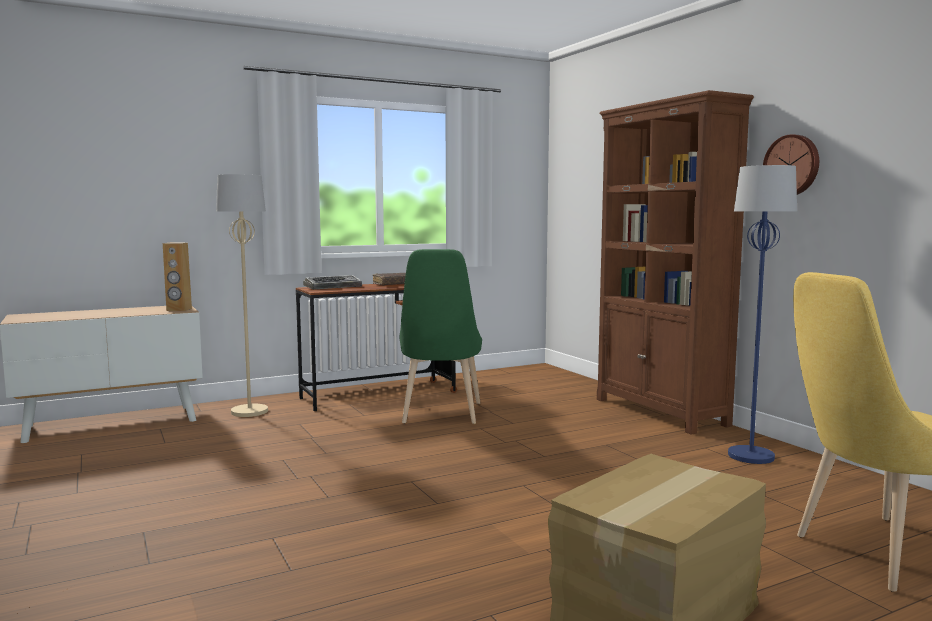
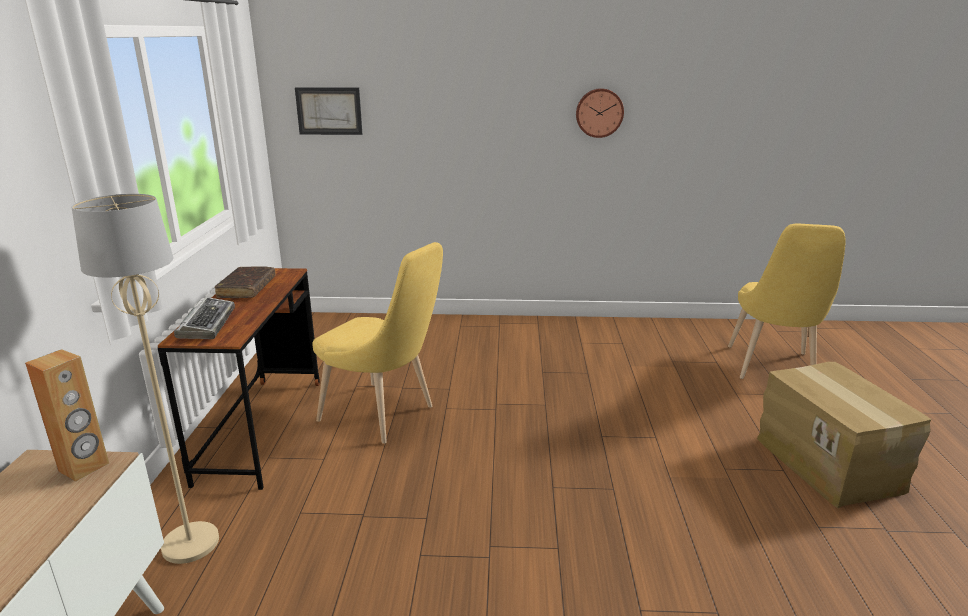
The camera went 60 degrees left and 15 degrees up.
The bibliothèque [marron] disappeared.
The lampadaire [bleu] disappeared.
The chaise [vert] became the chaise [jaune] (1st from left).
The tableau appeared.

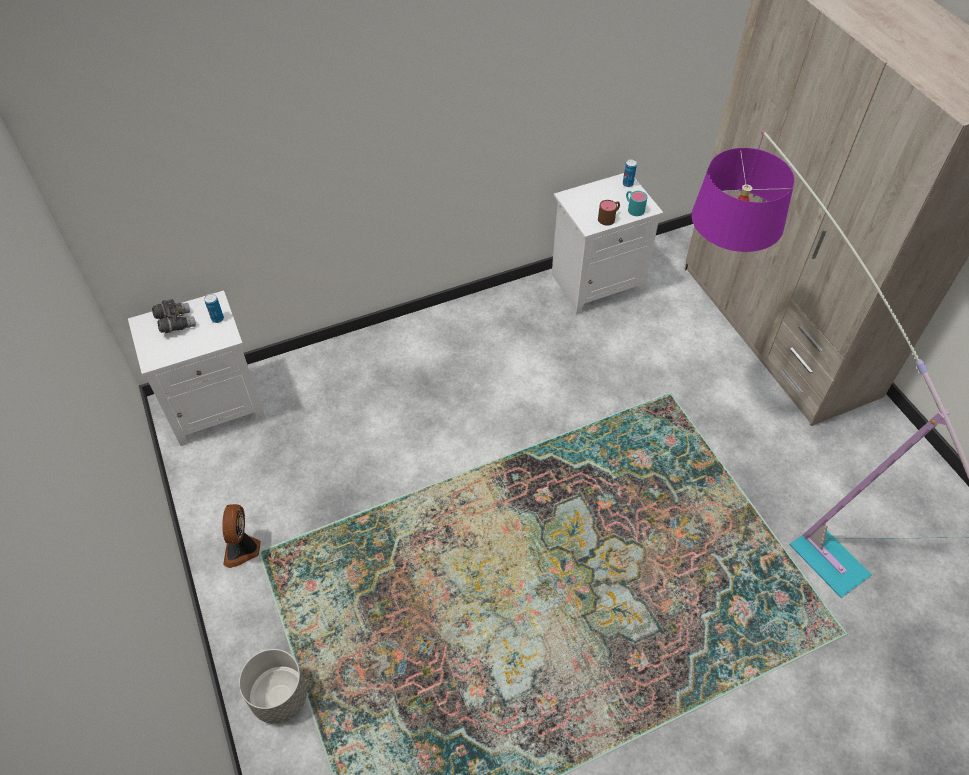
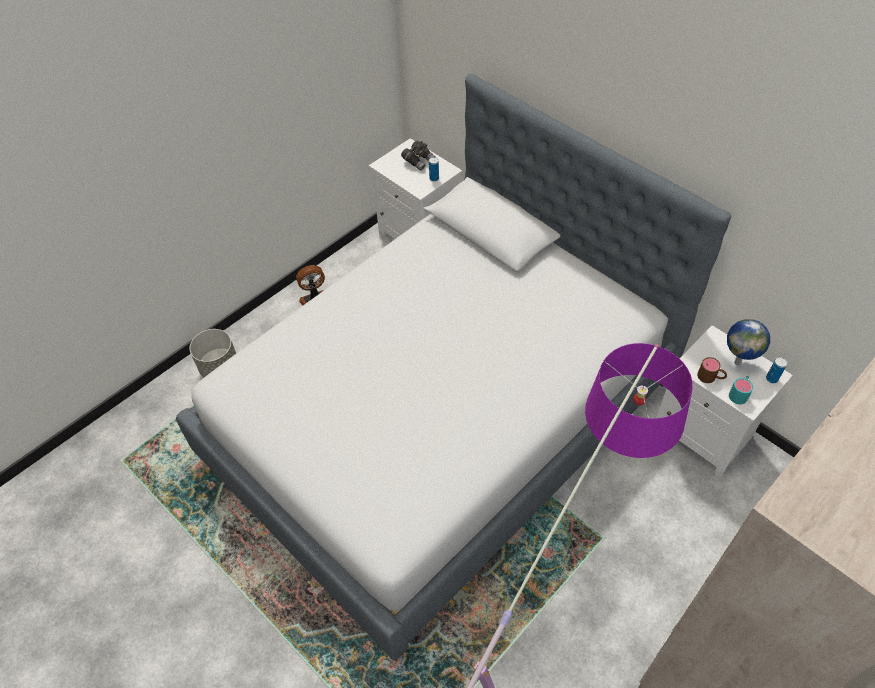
The camera went 70 degrees right and 0 degrees up.
The lit appeared.
The globe appeared.

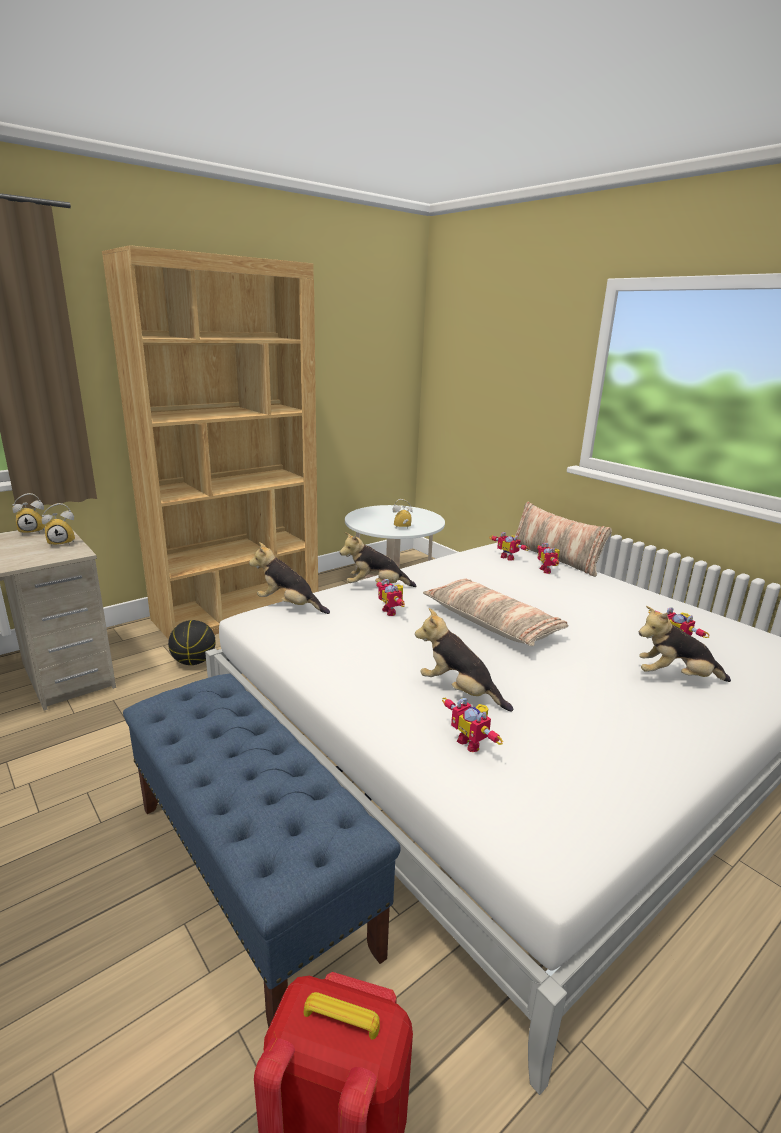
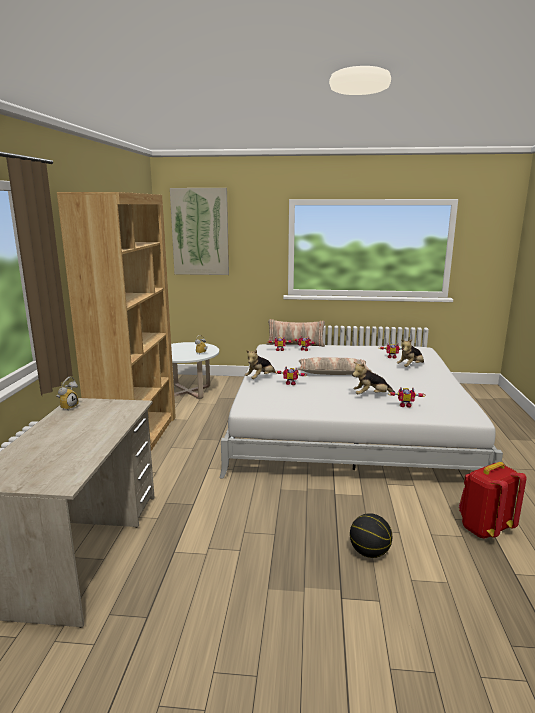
The camera went 45 degrees left and 5 degrees down.
The réveil (2nd from left) disappeared.
The peluche (1st from left) disappeared.
The ballon de basket moved.
The banc [bleu] disappeared.
The tableau appeared.

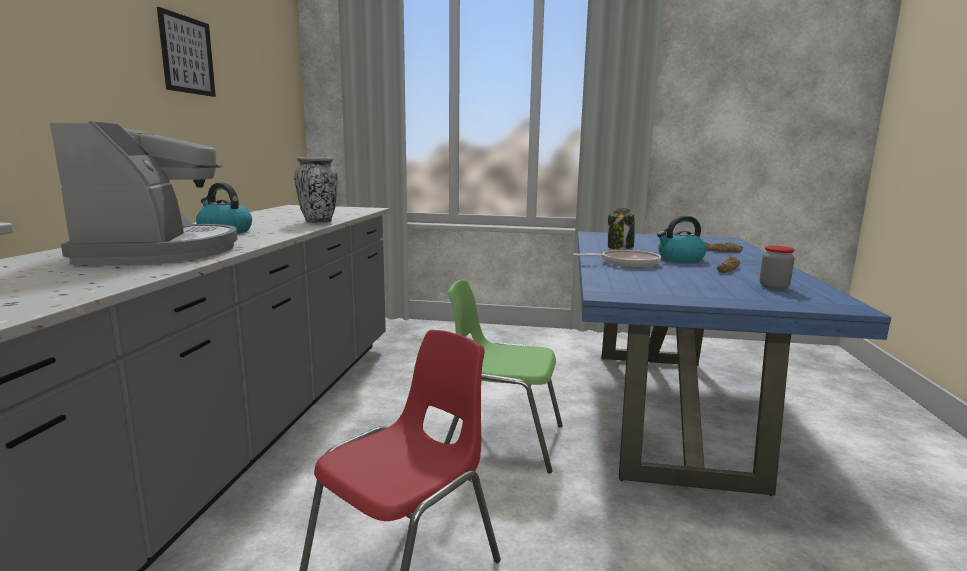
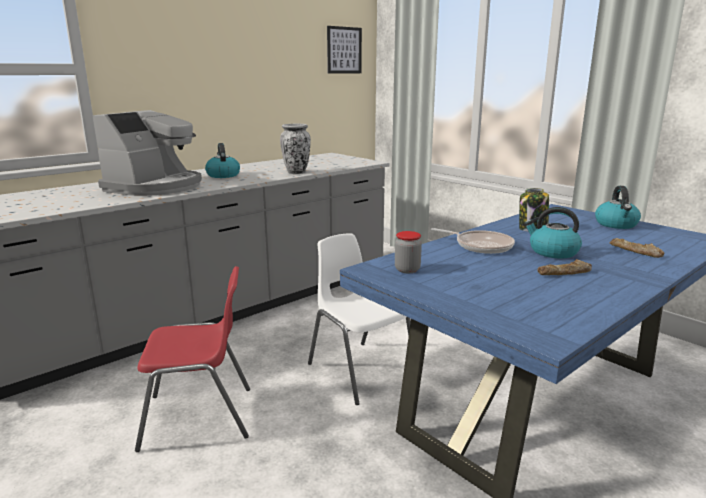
The camera went 40 degrees right and 5 degrees up.
The tableau moved.
The bocal (2nd from left in the first image) moved.
The chaise [vert] became the chaise [blanc].
The bouilloire (3rd from left) appeared.

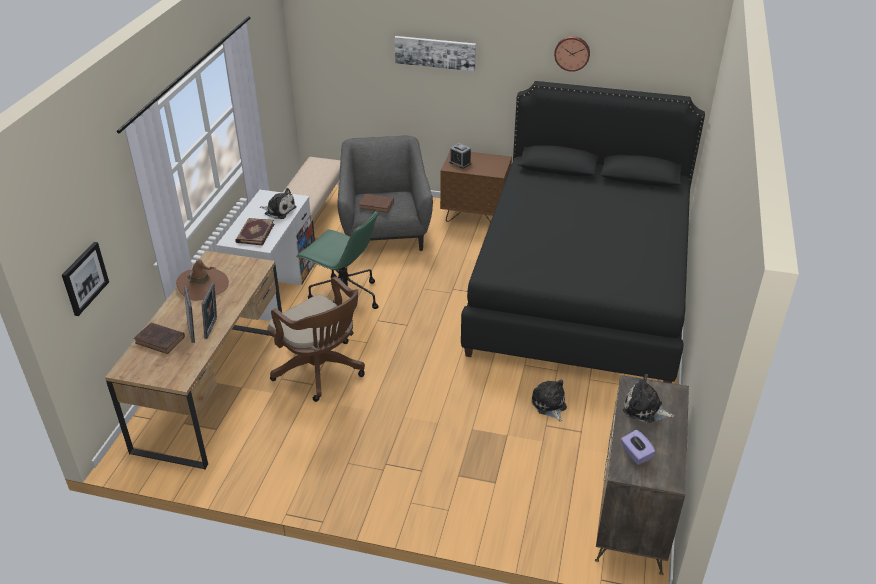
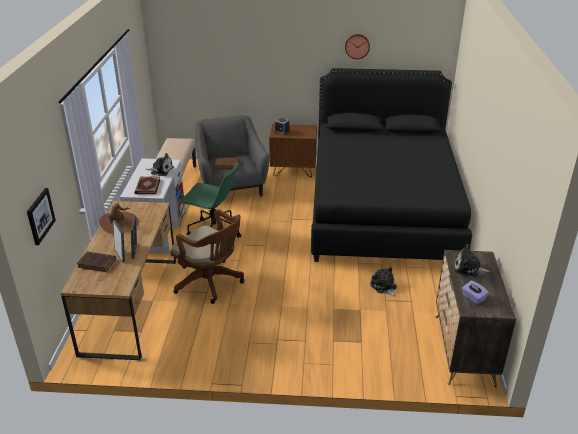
The camera went 10 degrees left and 5 degrees down.
The tableau (2nd from left) disappeared.

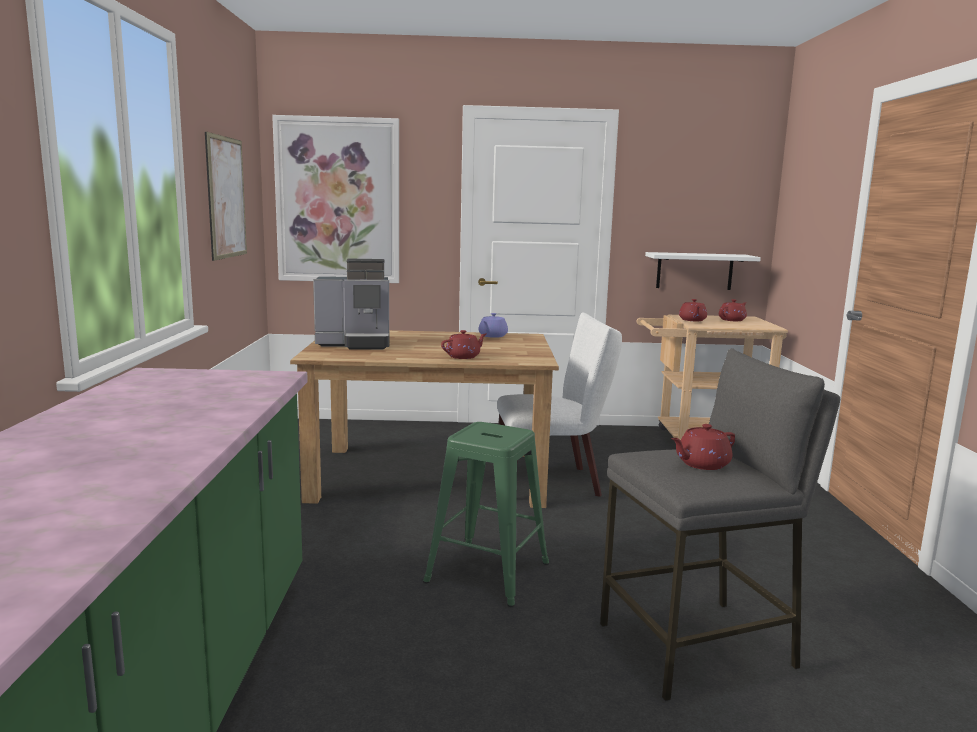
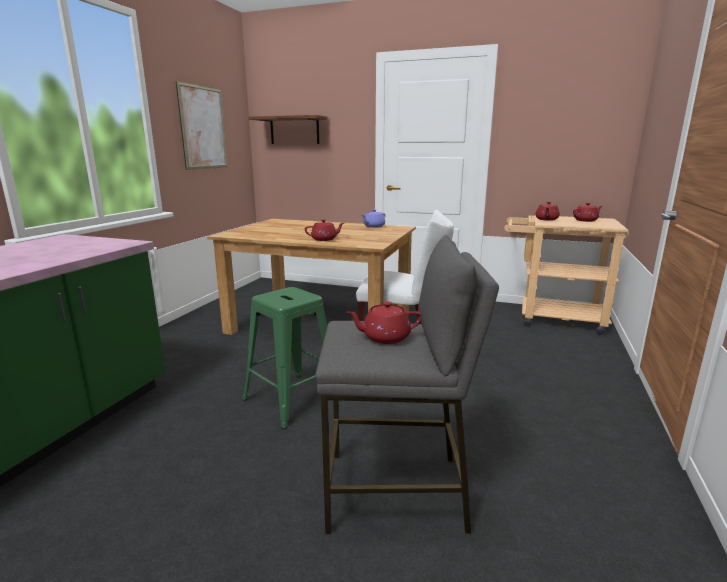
The camera went 20 degrees right and 5 degrees up.
The tableau (2nd from left) was replaced by the étagère [marron].
The étagère [blanc] disappeared.
The machine à café disappeared.

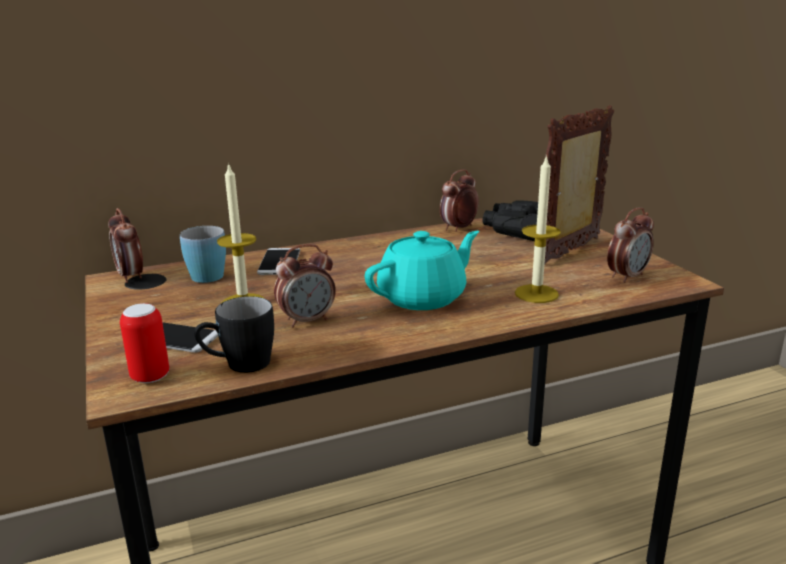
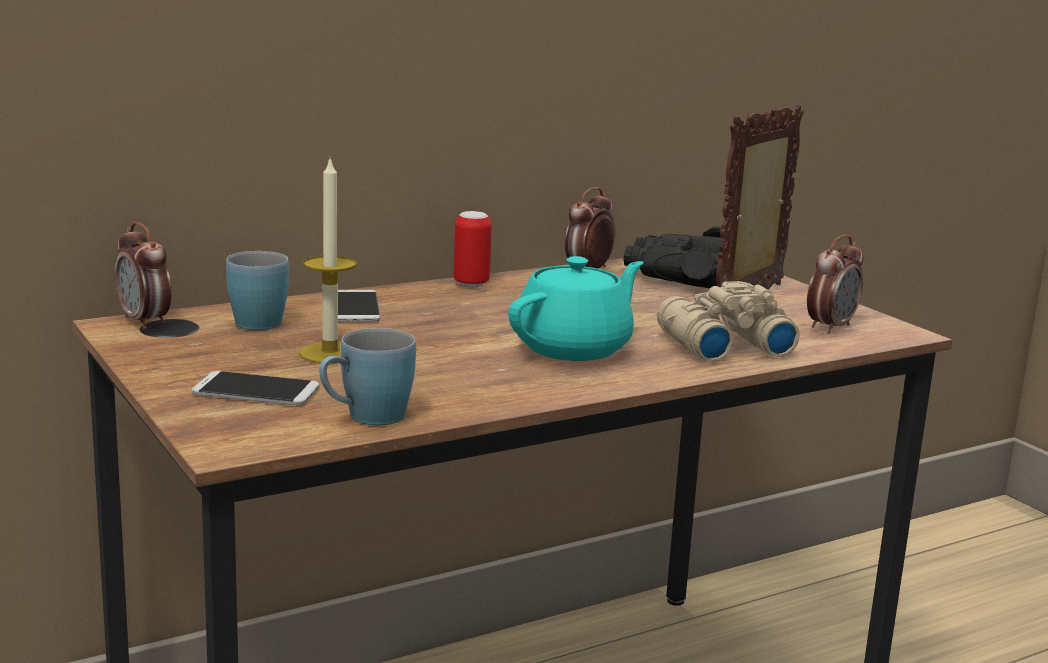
The camera went 10 degrees left and 5 degrees down.
The bougie (2nd from left) was replaced by the jumelles [beige].
The réveil (2nd from left) disappeared.
The mug [noir] became the mug [bleu] (2nd from left).
The boîte métallique moved.

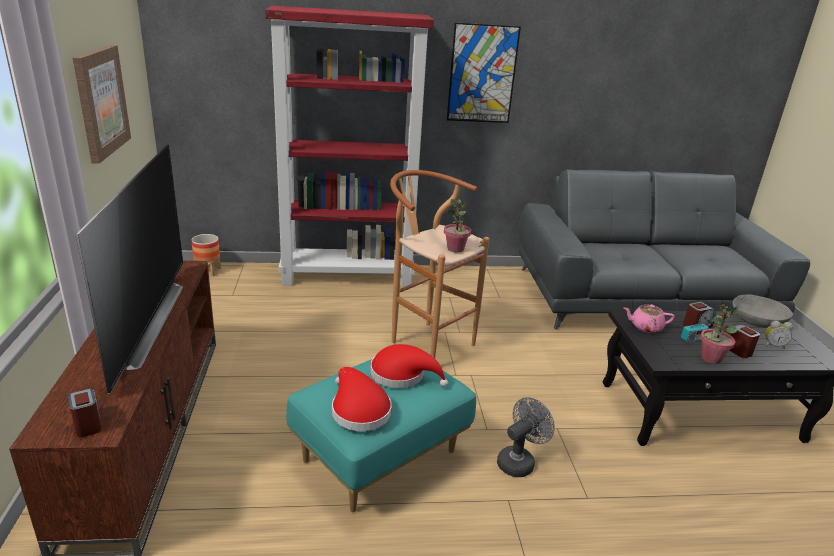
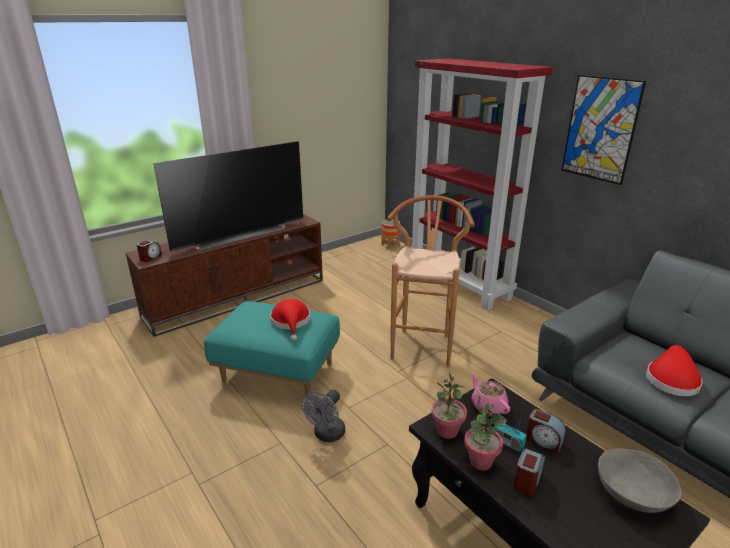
The camera went 60 degrees right and 0 degrees up.
The tableau (1st from left) disappeared.
The plante en pot (1st from left) moved.
The réveil (4th from left) disappeared.
The chapeau [rouge] (1st from left in the first image) moved.
The ventilateur [gris] turned 105 degrees clockwise.

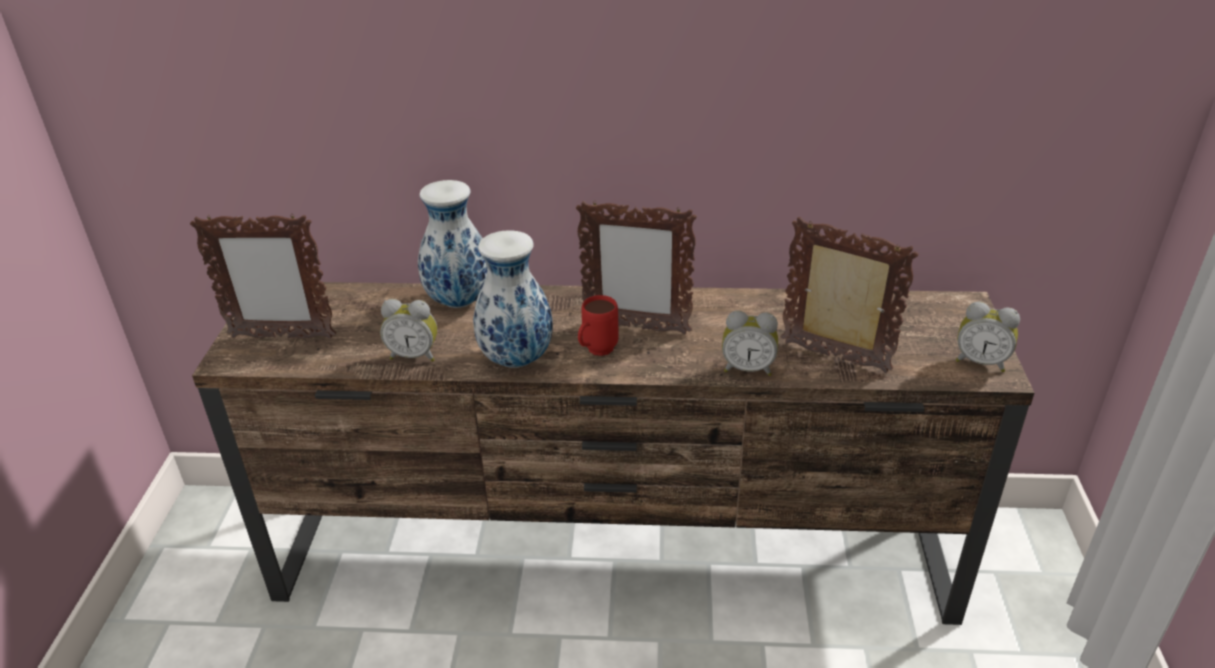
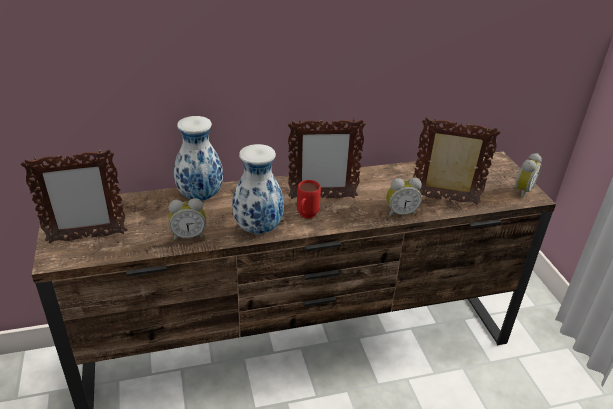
The camera went 20 degrees left and 0 degrees up.
The réveil (3rd from left) turned 60 degrees counterclockwise.

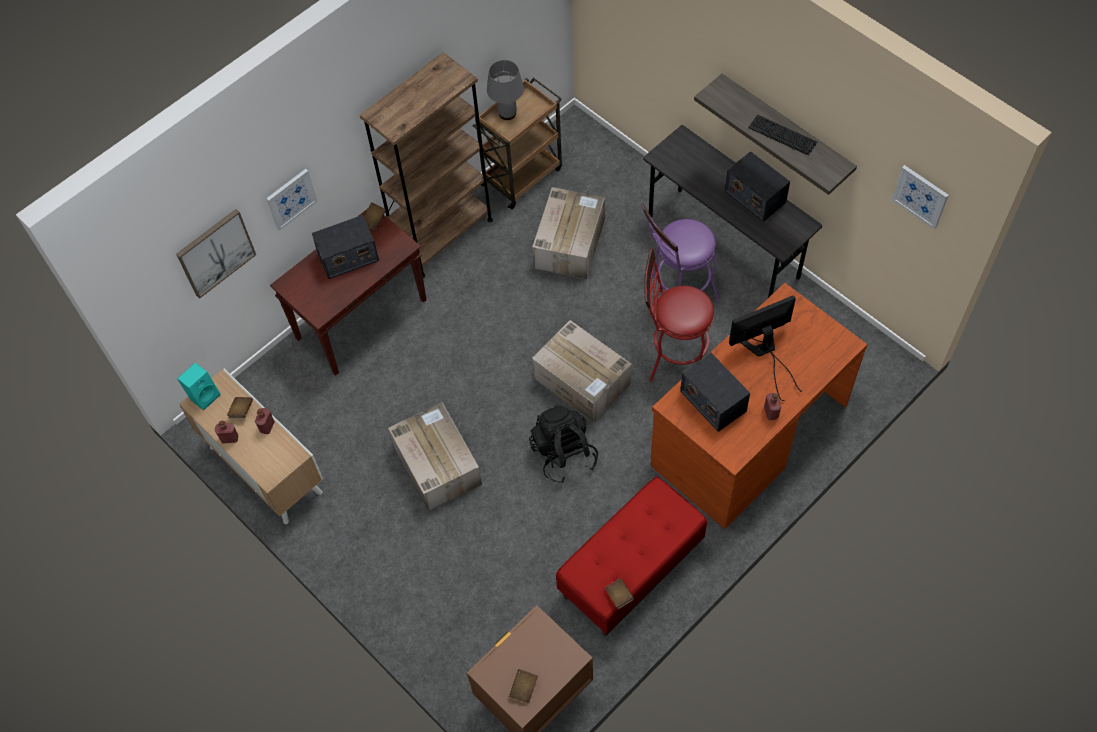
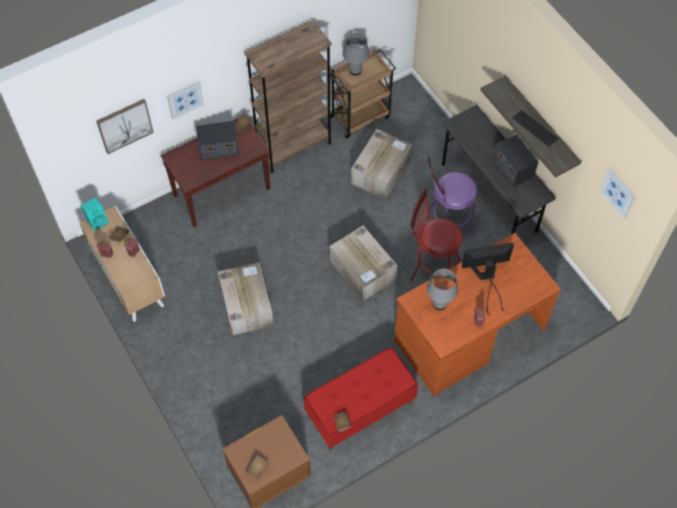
The camera went 10 degrees right and 0 degrees up.
The radio (2nd from left) was replaced by the lampe de table [gris] (2nd from left).
The sac à dos [noir] disappeared.

